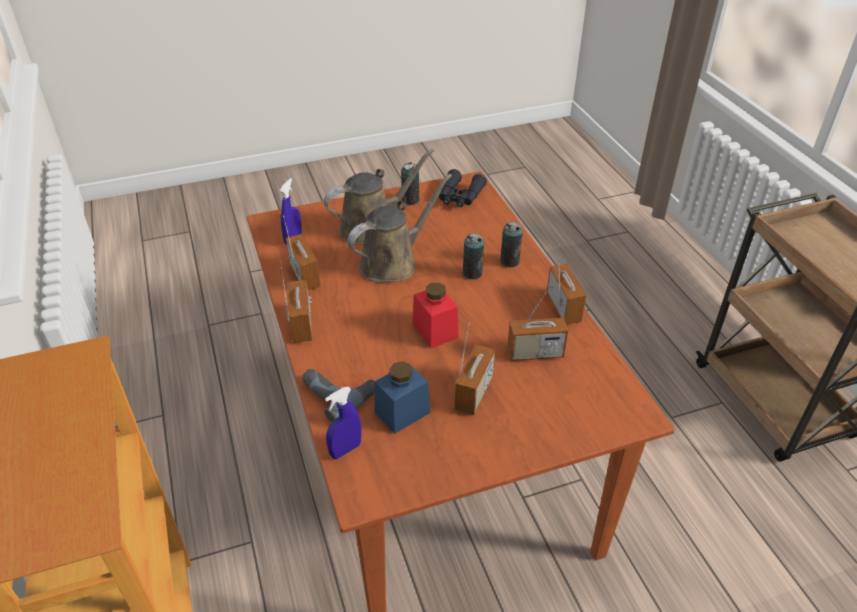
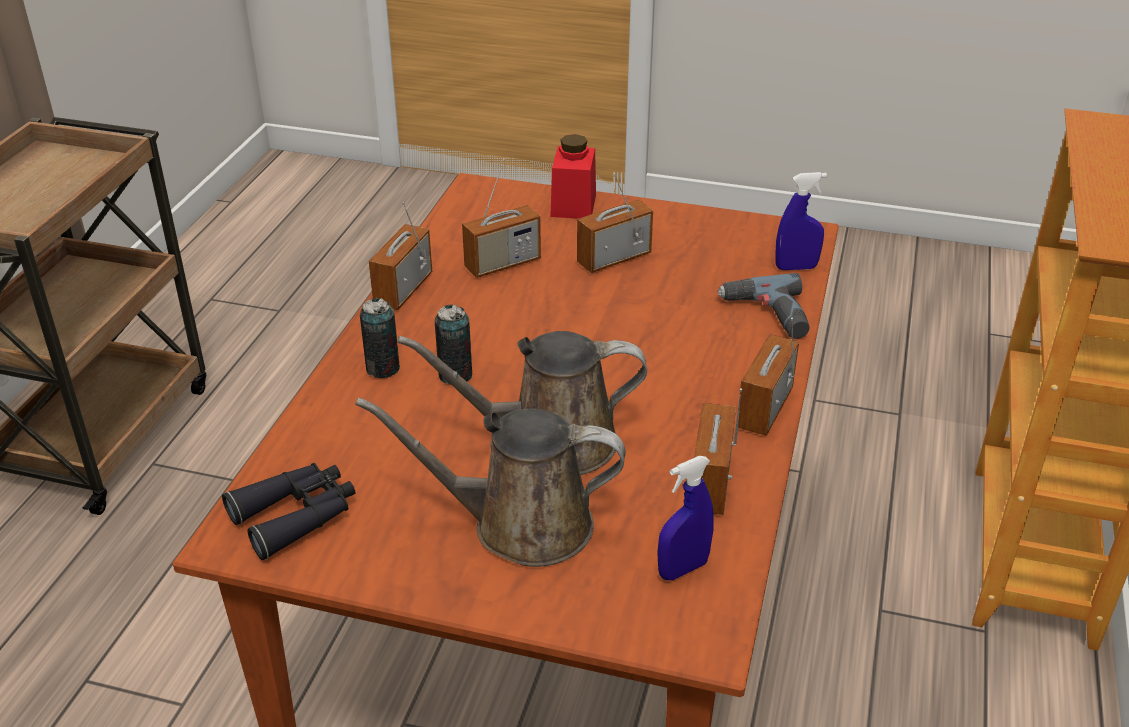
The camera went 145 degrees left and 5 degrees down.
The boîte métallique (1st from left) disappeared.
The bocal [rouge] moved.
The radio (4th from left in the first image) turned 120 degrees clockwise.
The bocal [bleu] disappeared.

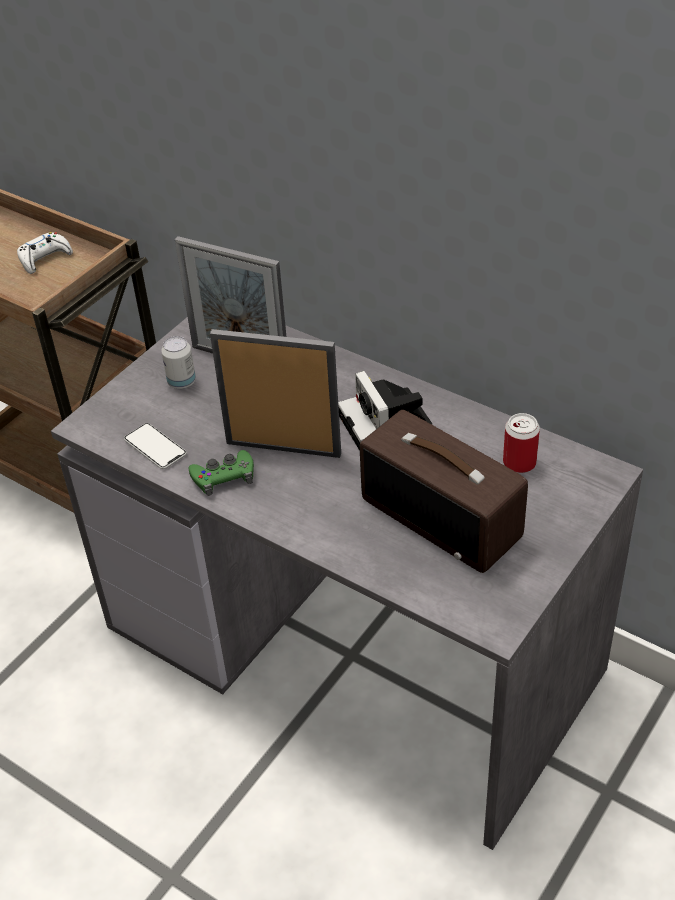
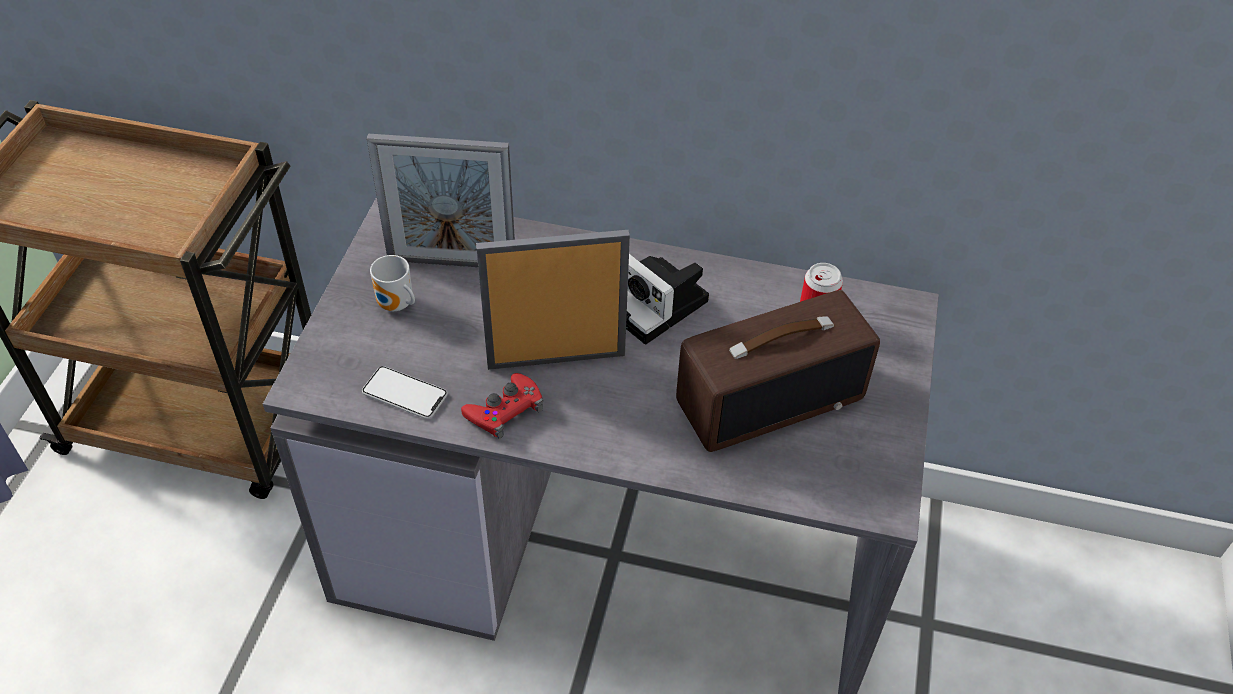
The camera went 25 degrees left and 5 degrees up.
The manette [blanc] disappeared.
The boîte métallique (1st from left) was replaced by the mug.
The radio turned 45 degrees counterclockwise.
The manette [vert] became the manette [rouge].

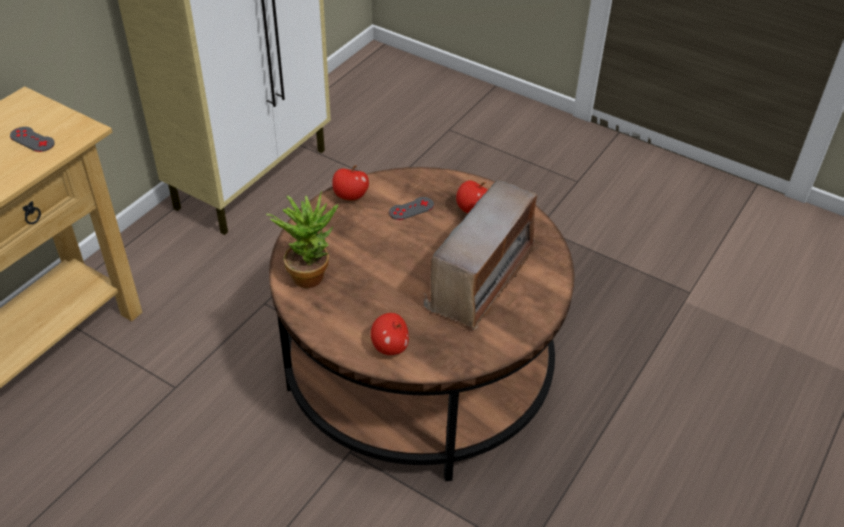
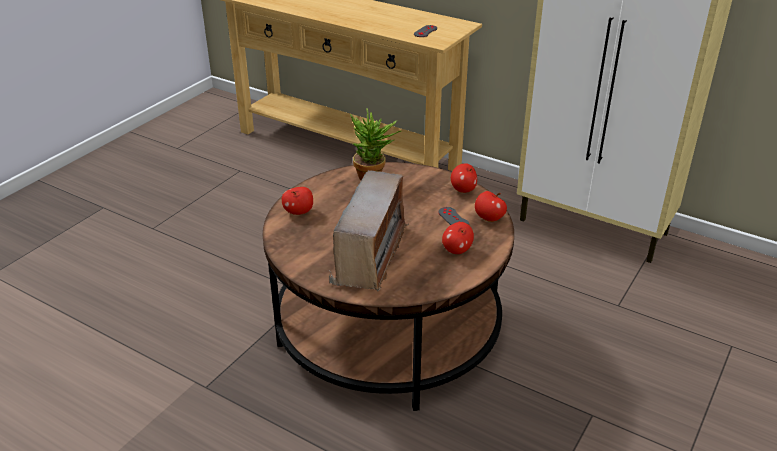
The camera went 90 degrees right and 10 degrees down.
The radio turned 105 degrees counterclockwise.
The pomme (4th from left) appeared.

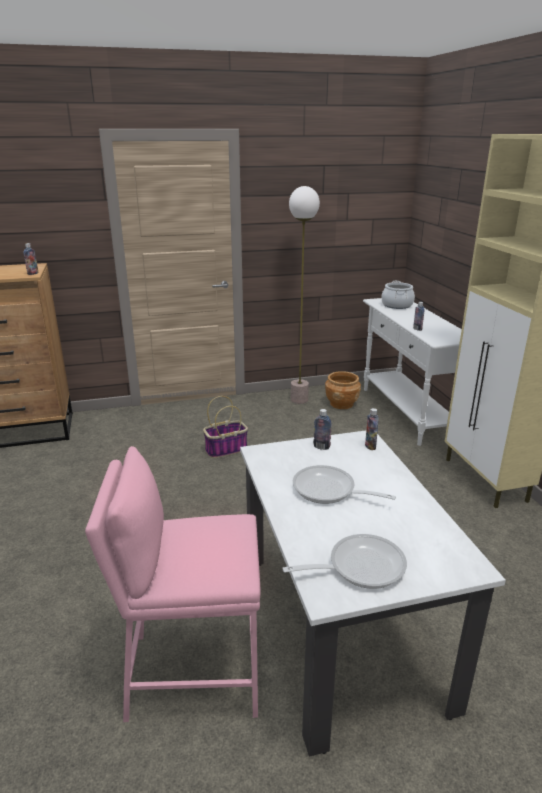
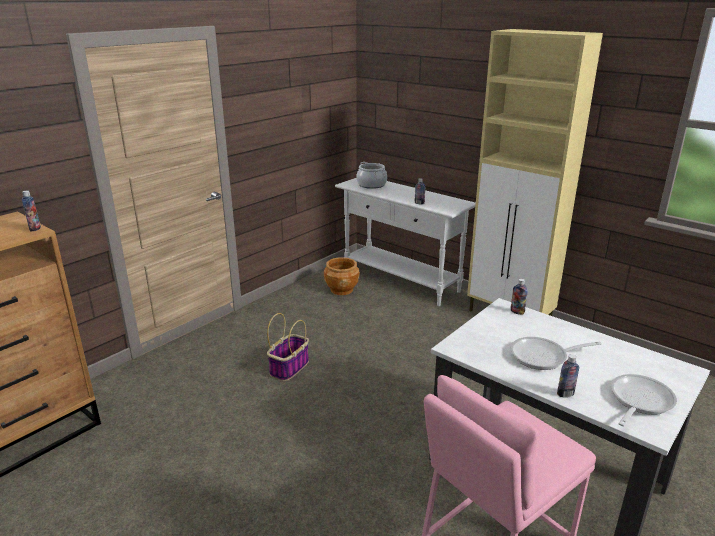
The camera went 35 degrees left and 0 degrees up.
The lampadaire disappeared.
The bouteille (2nd from left in the first image) moved.

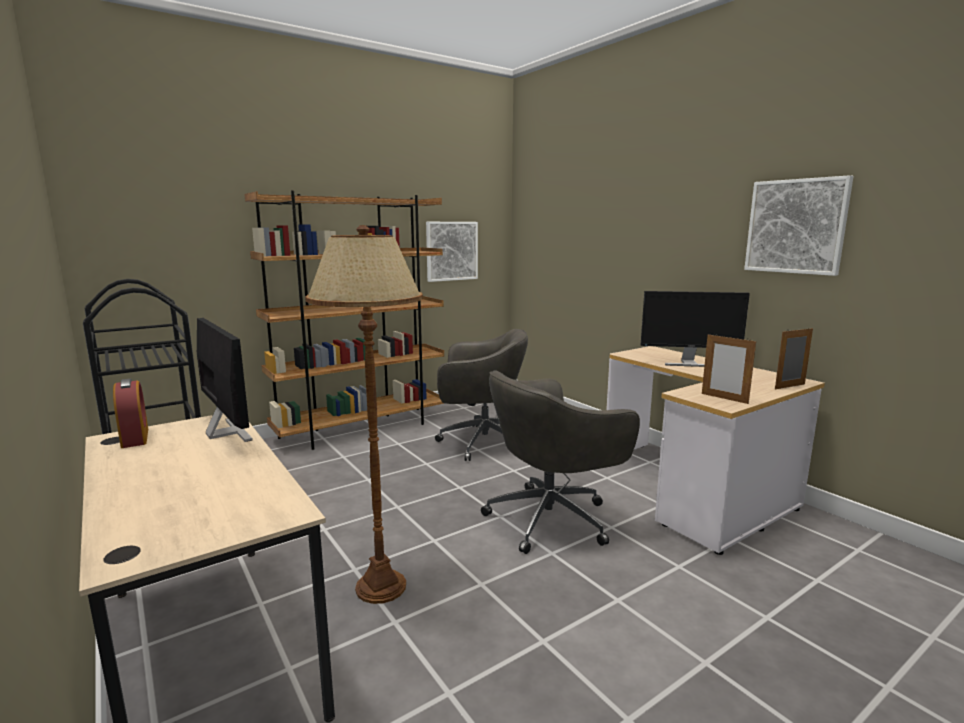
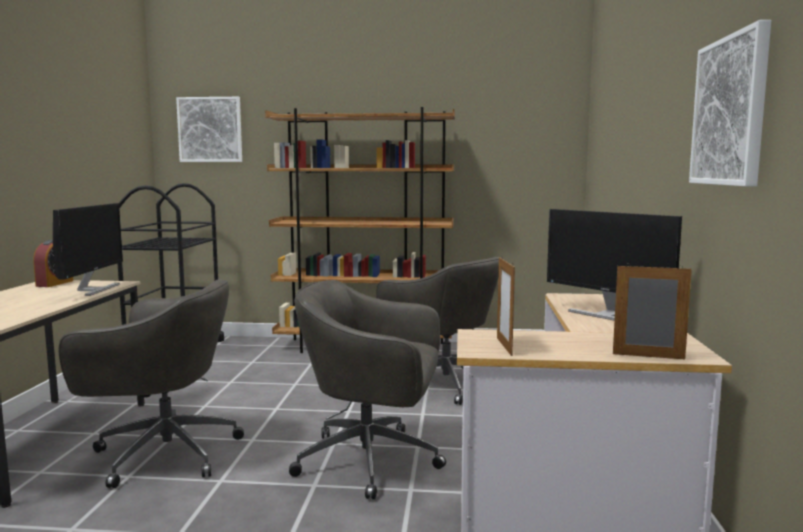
The camera went 40 degrees right and 5 degrees down.
The tableau (1st from left) moved.
The lampadaire [marron] was replaced by the chaise de bureau [gris] (1st from left).

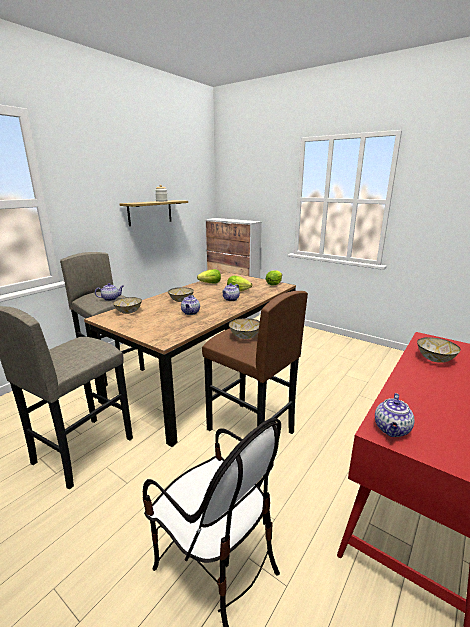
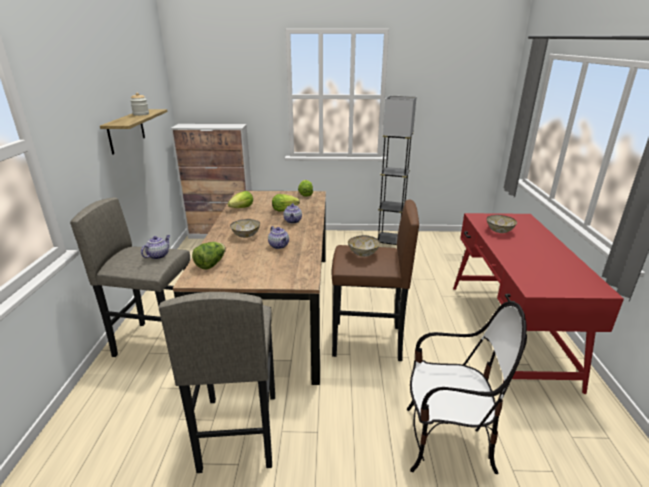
The camera went 35 degrees left and 5 degrees up.
The bol (1st from left) was replaced by the laitue (1st from left).
The théière (4th from left) disappeared.
The lampadaire [gris] appeared.

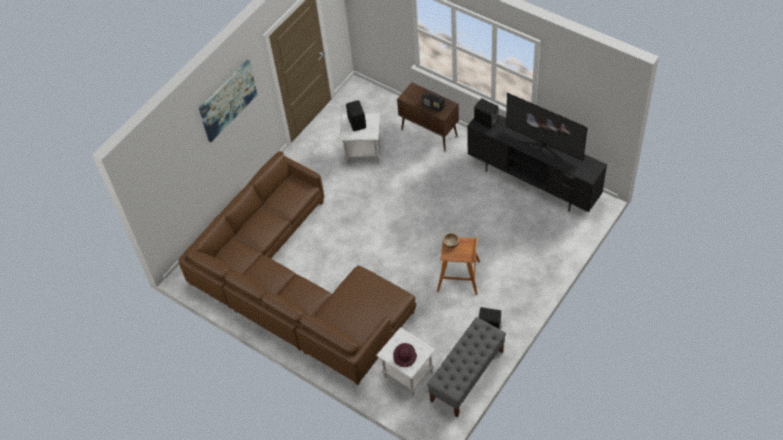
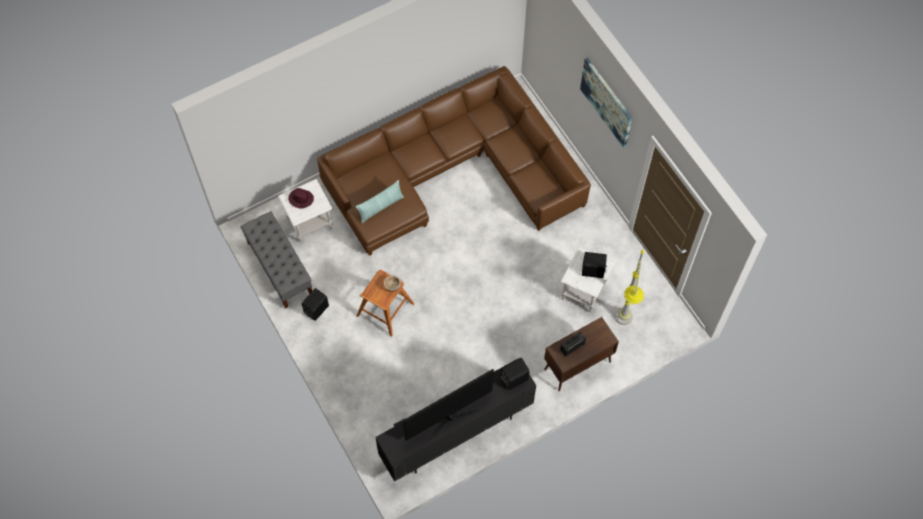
The camera went 110 degrees right and 10 degrees up.
The coussin appeared.
The lampadaire [gris] appeared.

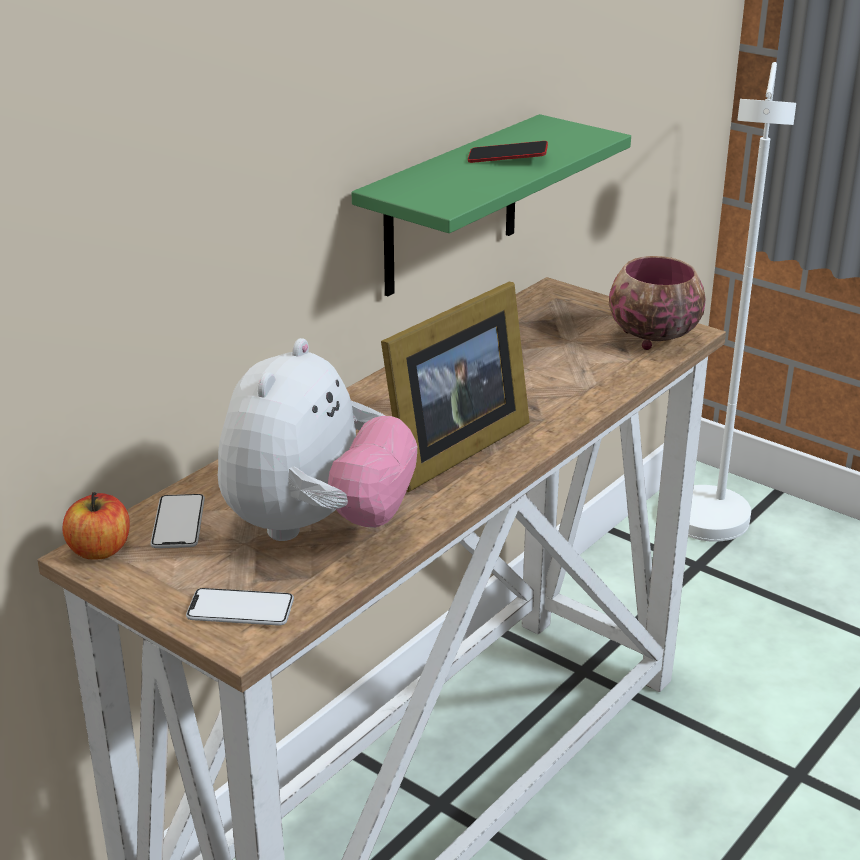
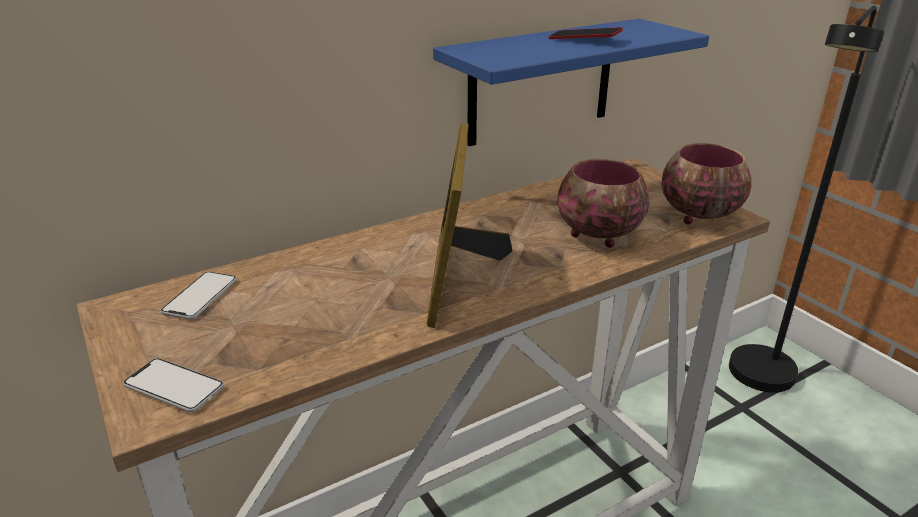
The camera went 20 degrees right and 0 degrees up.
The lampadaire [blanc] became the lampadaire [noir].
The étagère [vert] became the étagère [bleu].
The cadre photo turned 120 degrees clockwise.
The peluche disappeared.
The pomme disappeared.
The bol (1st from left) appeared.

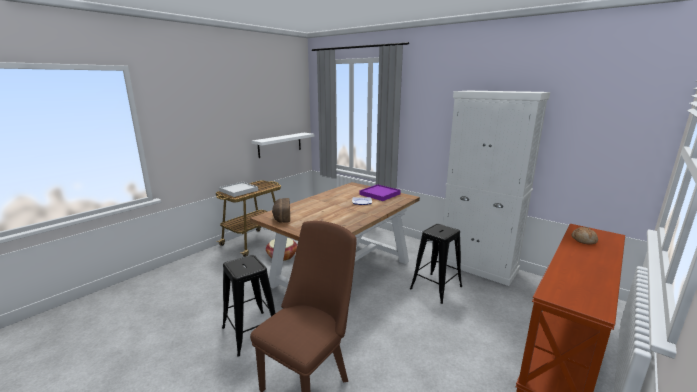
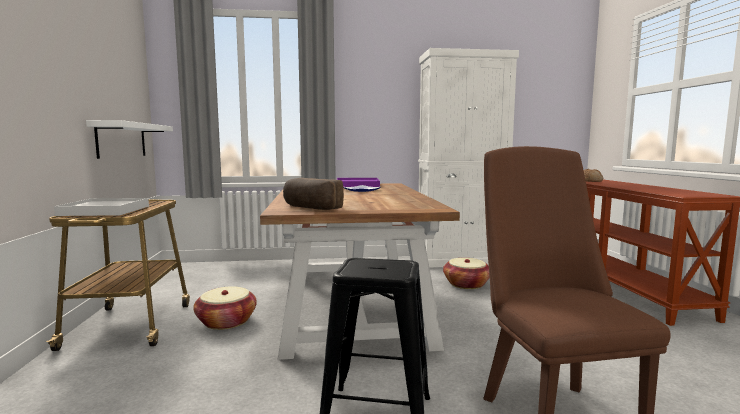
The camera went 45 degrees left and 10 degrees down.
The tabouret [noir] (2nd from left) was replaced by the panier (2nd from left).

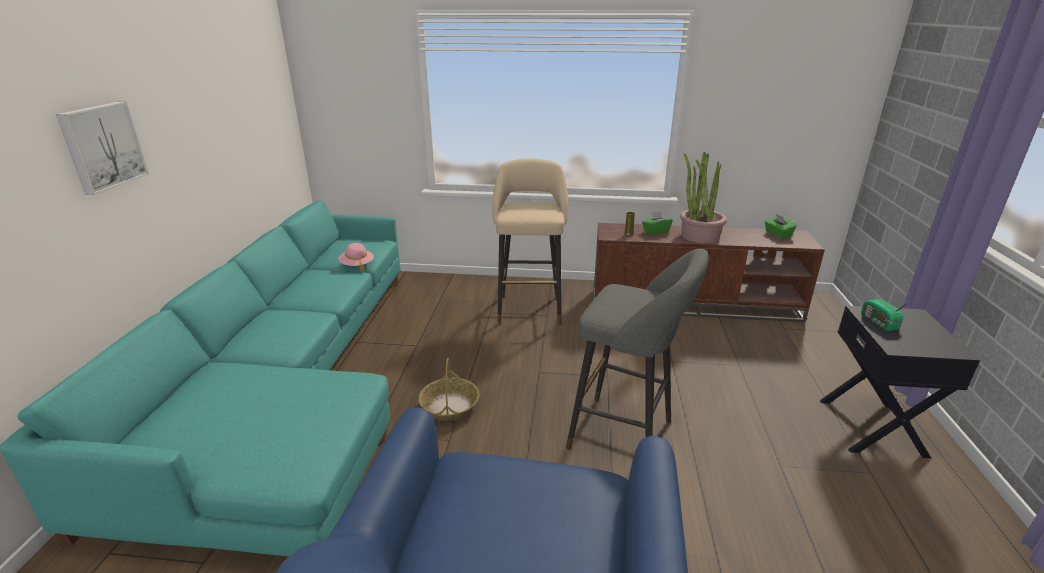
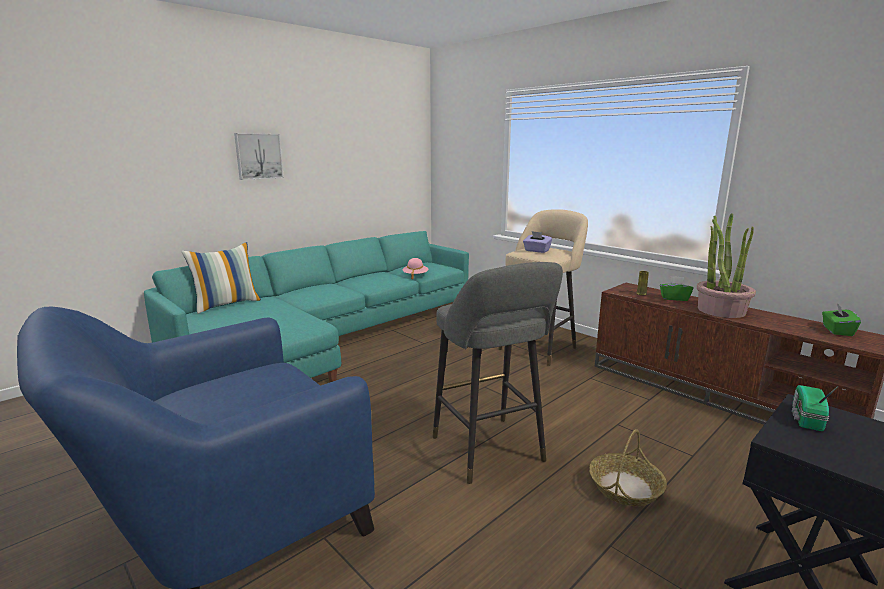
The camera went 40 degrees right and 10 degrees down.
The panier moved.
The boîte à mouchoirs [violet] appeared.
The coussin appeared.

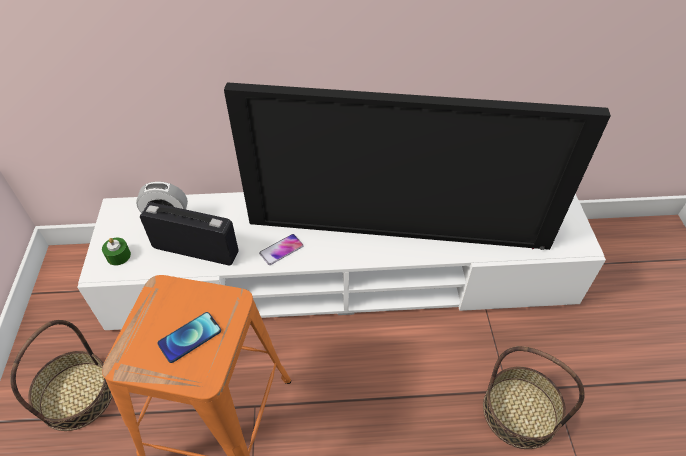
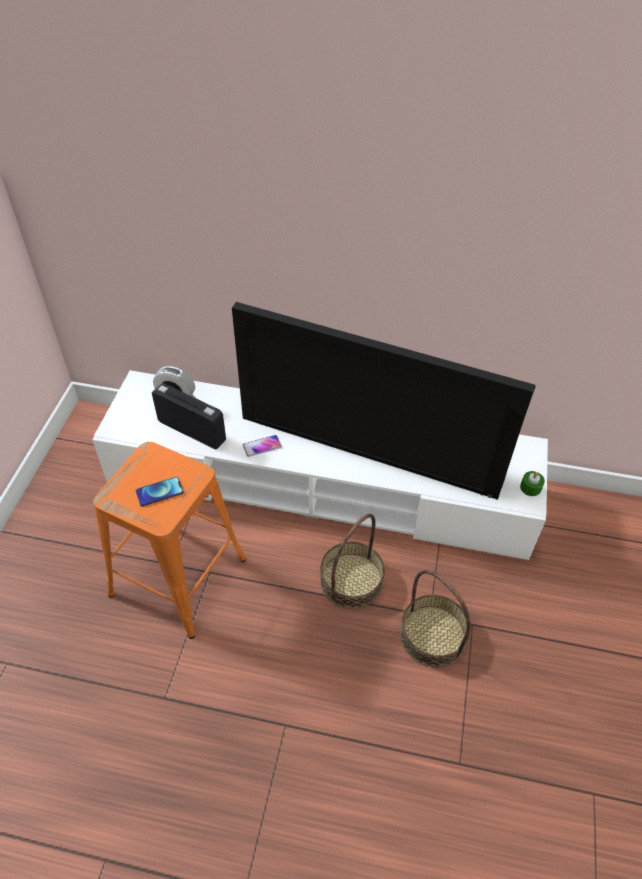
The camera went 15 degrees right and 0 degrees up.
The bougie [vert] moved.
The panier (1st from left) moved.

